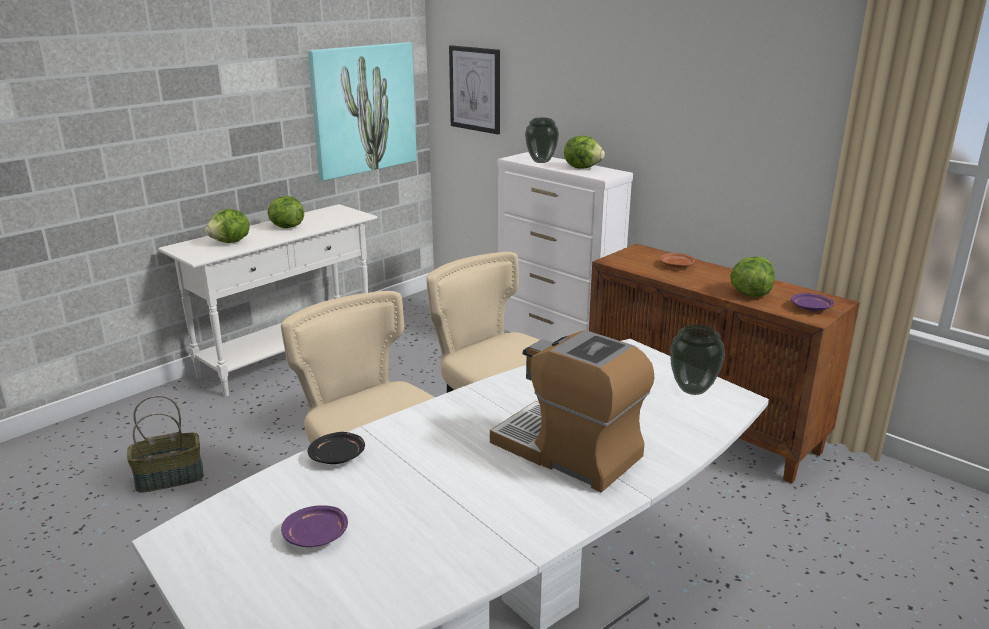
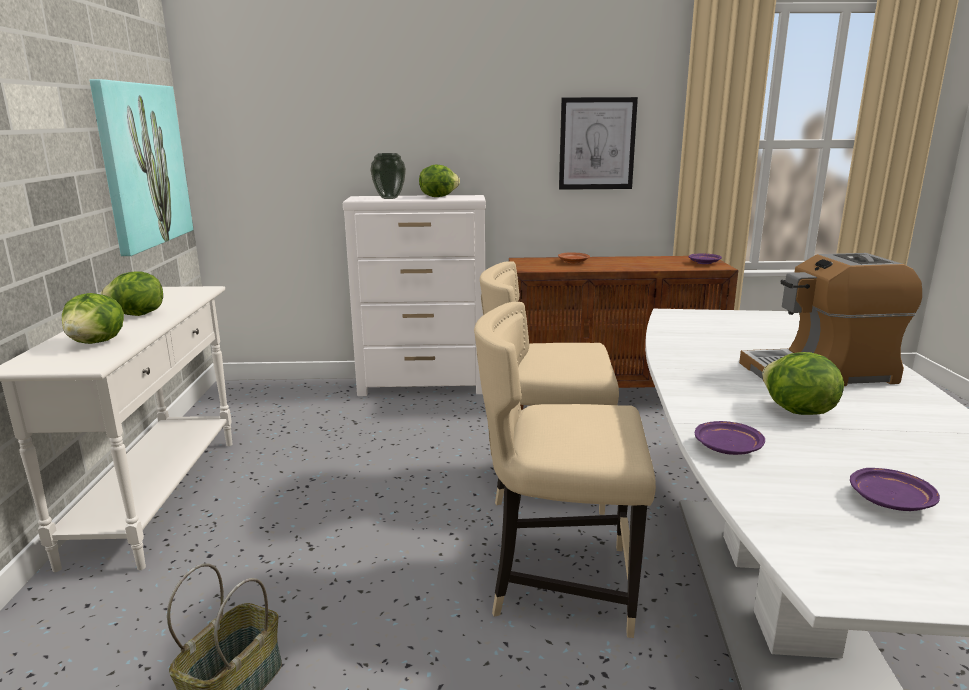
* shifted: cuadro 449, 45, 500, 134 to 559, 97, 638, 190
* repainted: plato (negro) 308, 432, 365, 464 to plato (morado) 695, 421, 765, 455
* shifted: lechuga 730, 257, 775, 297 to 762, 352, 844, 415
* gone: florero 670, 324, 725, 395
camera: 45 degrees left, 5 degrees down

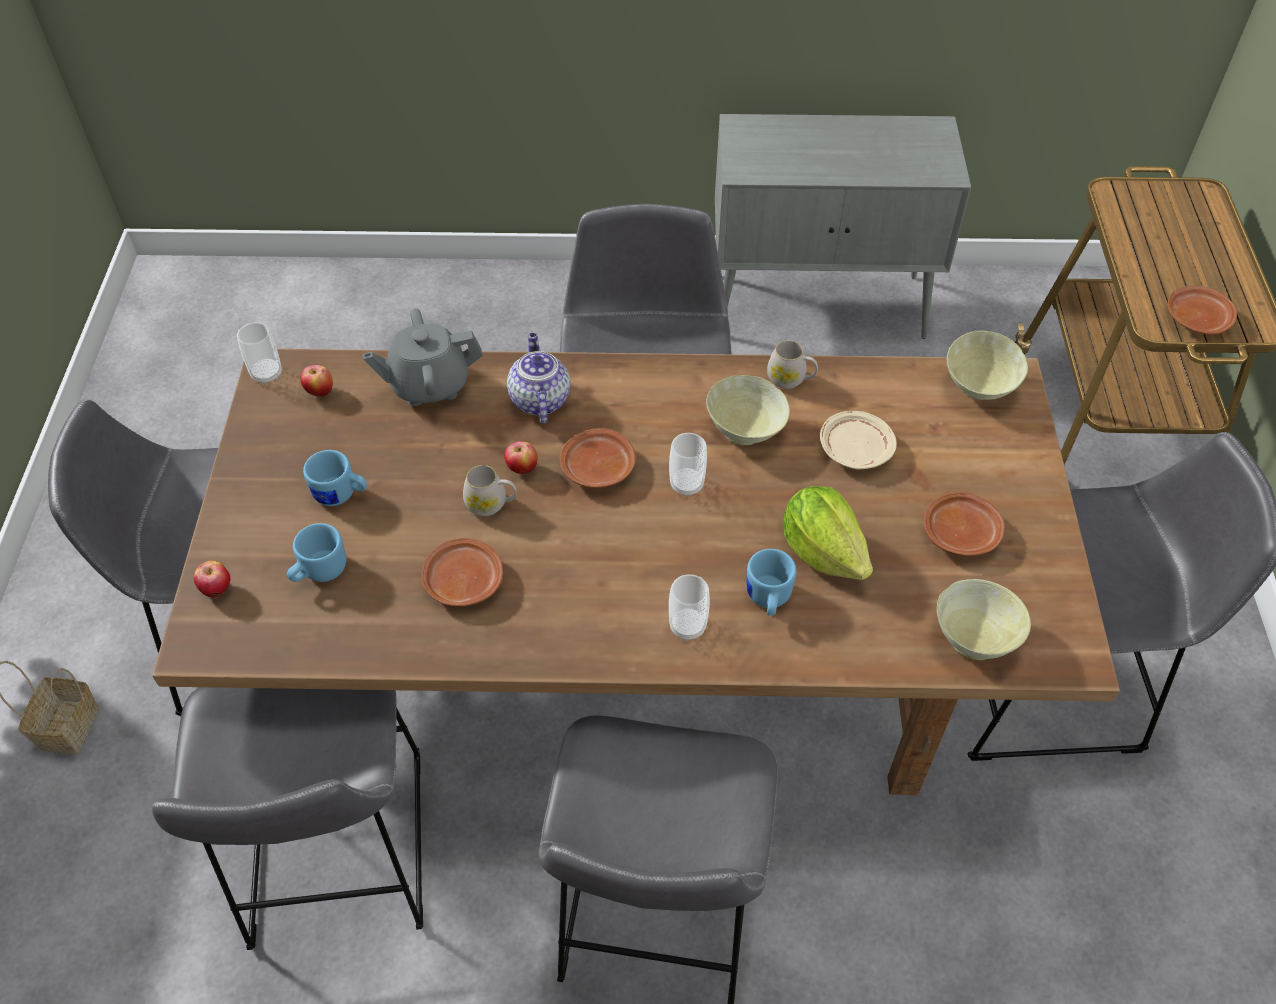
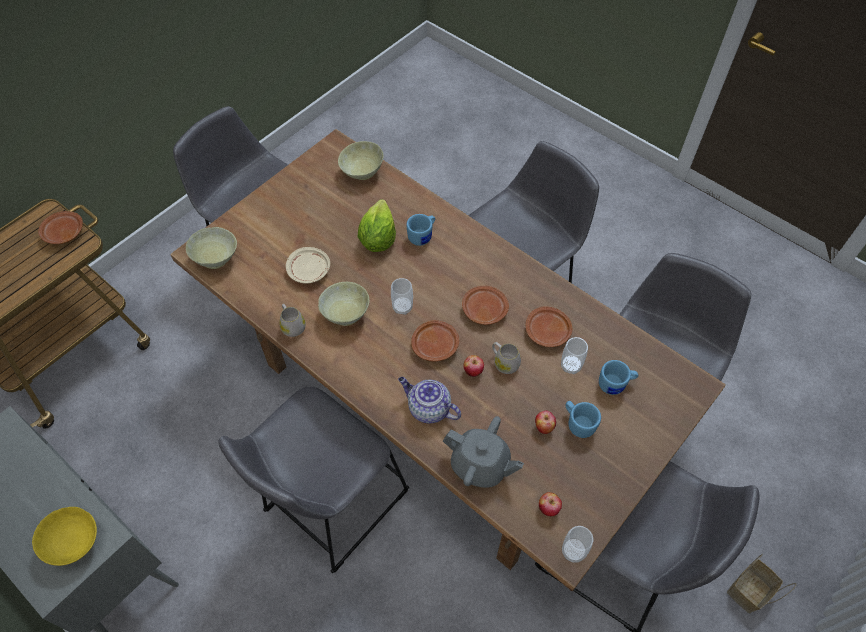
* new: cuenco (amarillo) 32, 507, 97, 566
* rotated: tetera 507, 333, 571, 424 = 398, 377, 461, 424 90 degrees clockwise
* shifted: plato (marrón) 924, 492, 1005, 556 to 462, 286, 509, 325
* shifted: manzana 194, 561, 230, 598 to 535, 411, 556, 434
* shifted: taza 669, 574, 710, 641 to 561, 337, 588, 374
camera: 140 degrees left, 5 degrees up

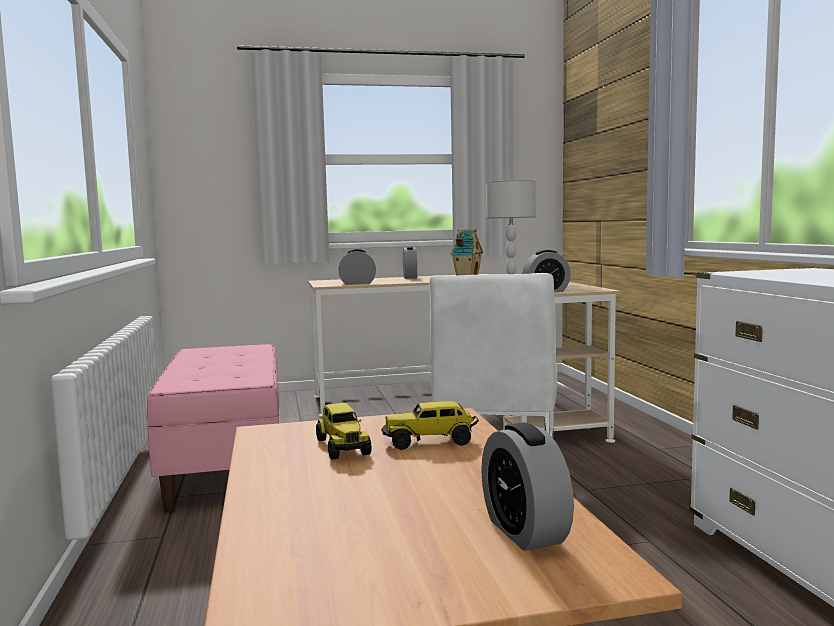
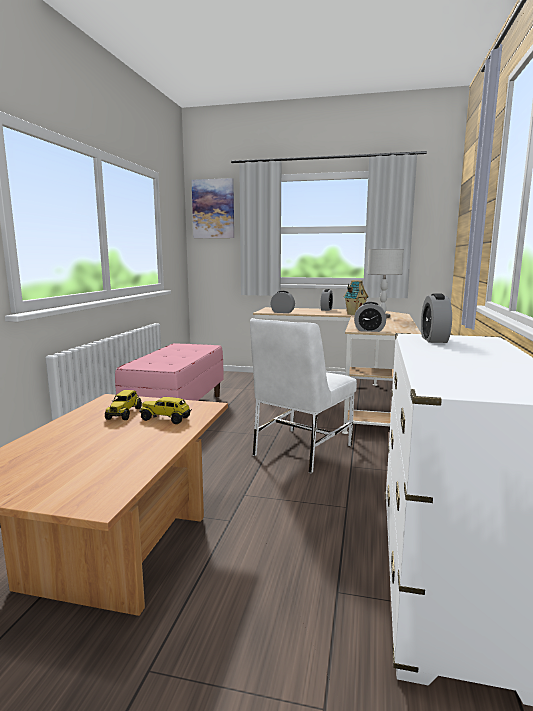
* new: cuadro 192, 178, 234, 238
* shifted: despertador 481, 422, 574, 551 to 421, 293, 452, 343
camera: 25 degrees right, 5 degrees up

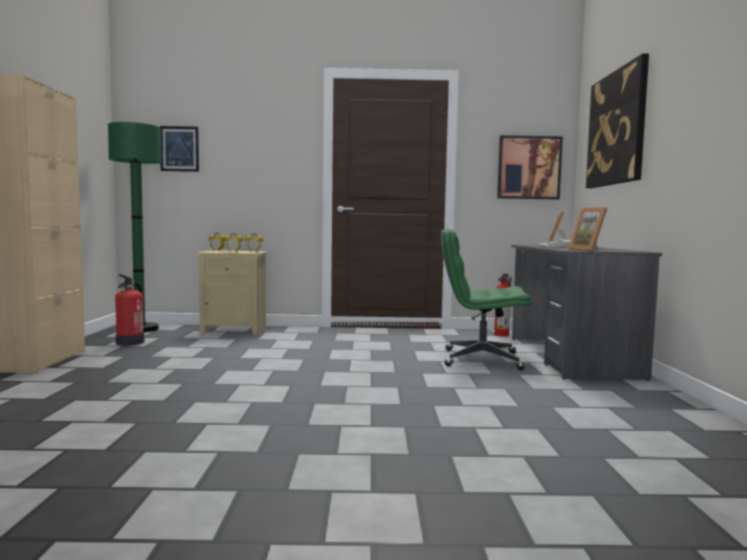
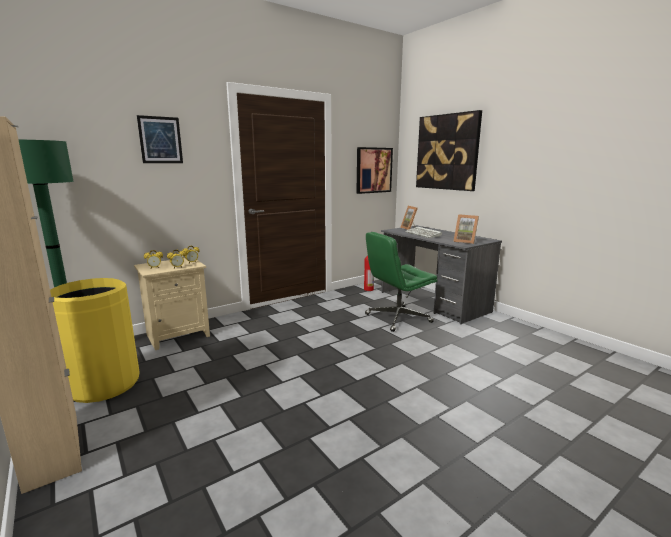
* swapped: extintor 115, 274, 145, 346 to papelera (amarillo) 50, 278, 140, 403
* shifted: cuadro 160, 126, 199, 172 to 137, 115, 183, 163
camera: 35 degrees left, 10 degrees up

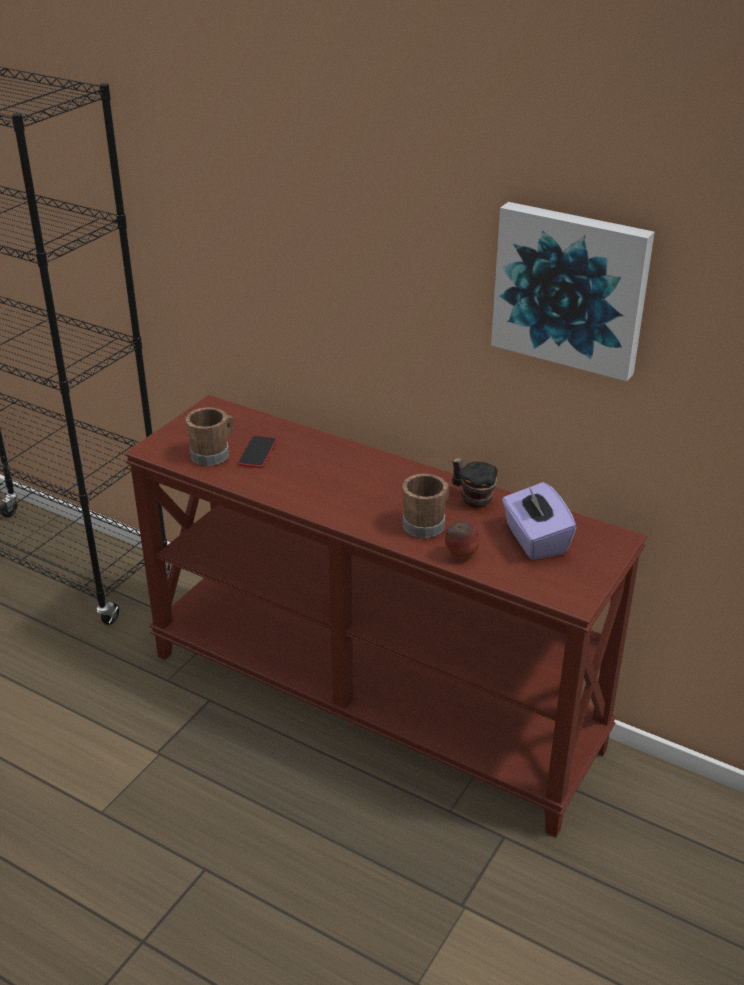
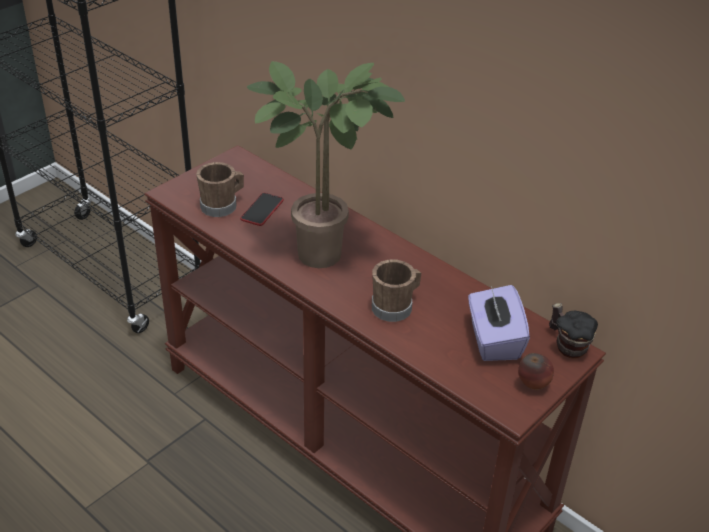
* new: planta en maceta 247, 61, 405, 268
* shifted: manzana 445, 521, 480, 558 to 518, 353, 554, 389
* shifted: taza grande 452, 458, 498, 508 to 549, 303, 598, 359
* gone: cuadro 491, 202, 655, 381
camera: 10 degrees right, 5 degrees up

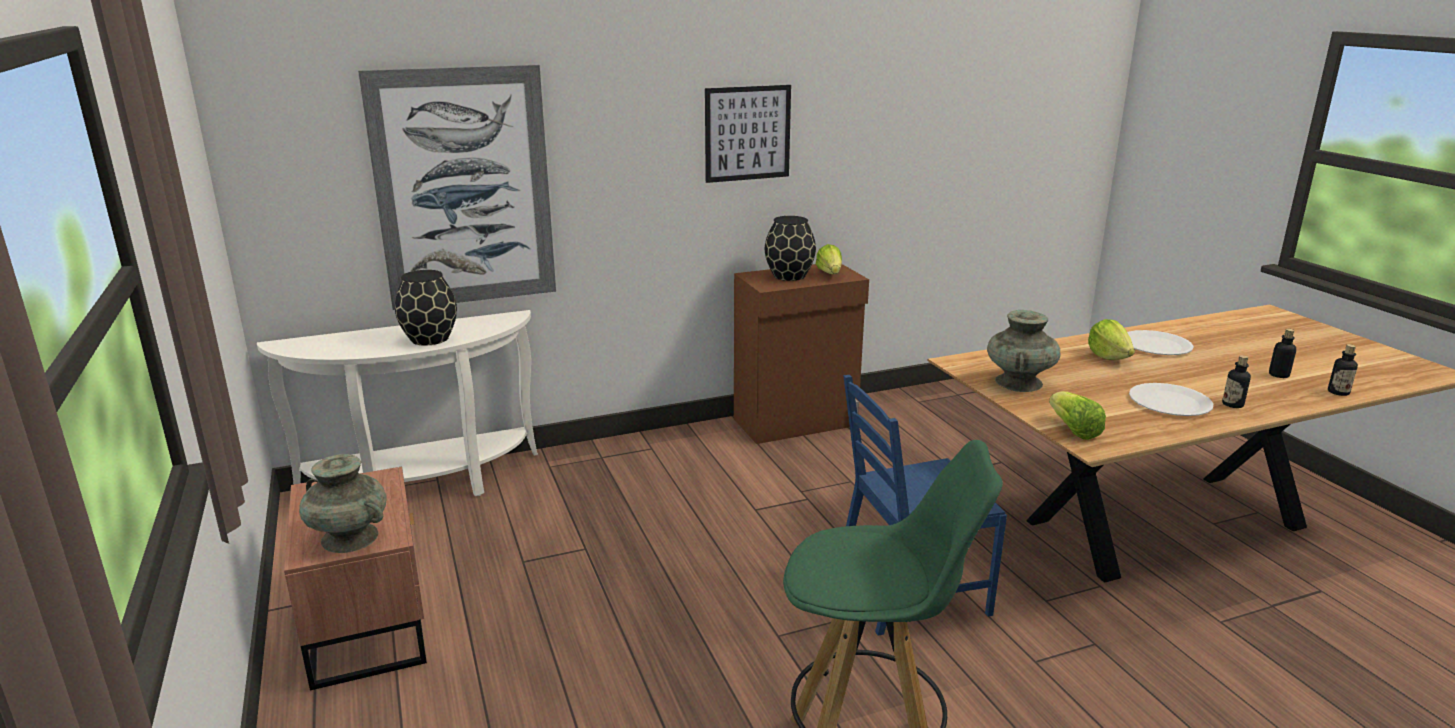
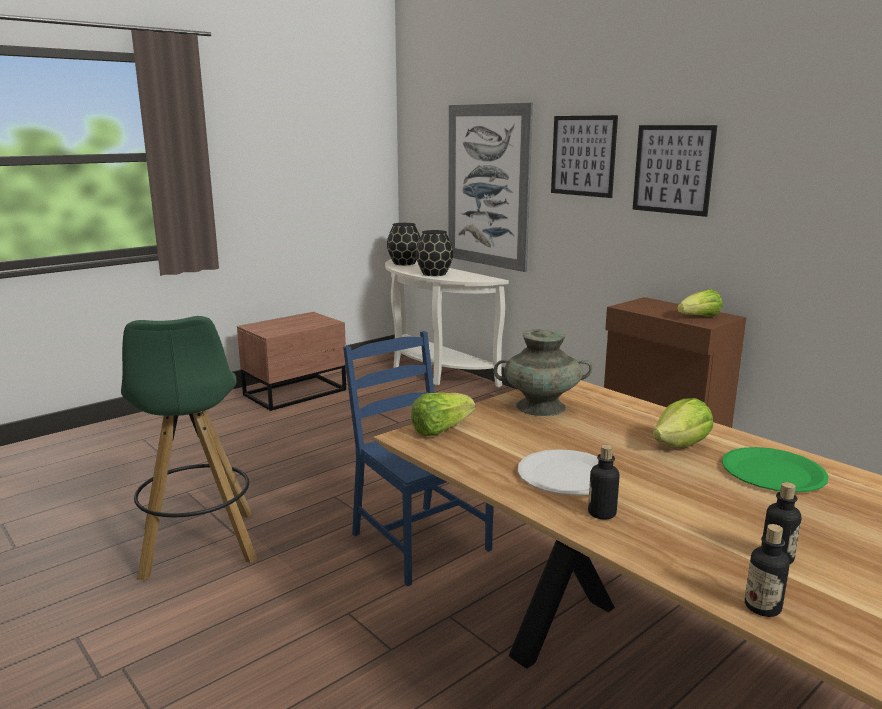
* shifted: florero (negro) 765, 216, 816, 281 to 387, 223, 420, 265
* new: cuadro 551, 115, 618, 198
* repainted: plato (blanco) 1127, 330, 1194, 355 to plato (verde) 722, 447, 829, 492
* gone: florero (turquesa) 299, 454, 386, 553
camera: 70 degrees right, 5 degrees down

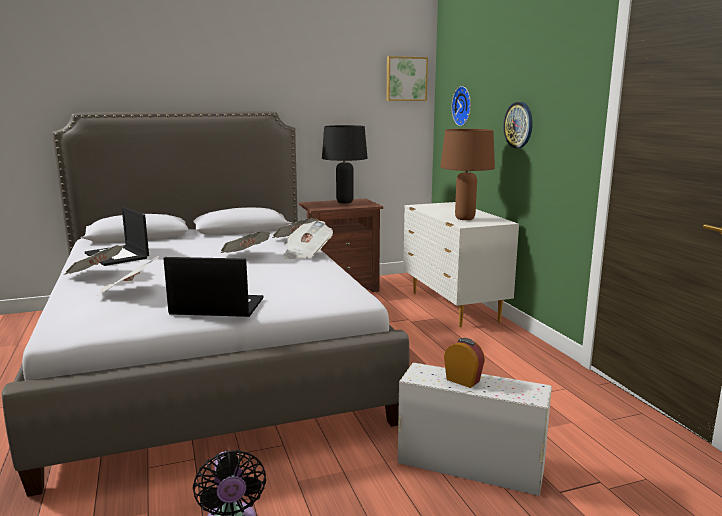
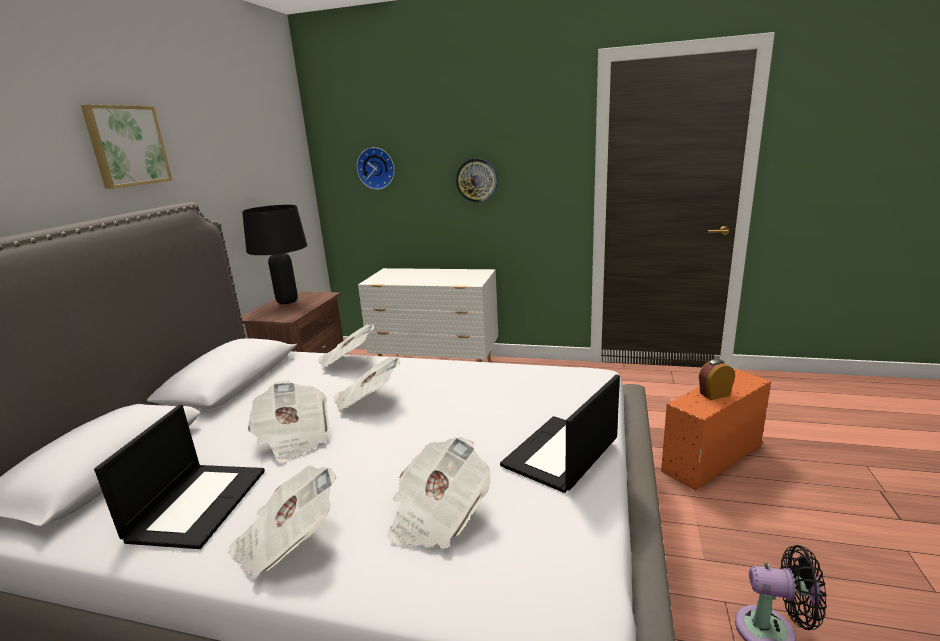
* shifted: cuadro 386, 56, 428, 101 to 81, 104, 172, 189
* rotated: portátil 85, 207, 149, 266 = 94, 405, 265, 549 75 degrees counterclockwise
* shifted: periódico 283, 221, 333, 259 to 248, 381, 329, 463
* repainted: caja de almacenaje (blanco) 398, 363, 552, 496 to caja de almacenaje (naranja) 661, 369, 771, 491
* gone: lámpara de mesa (marrón) 440, 129, 495, 220
camera: 55 degrees left, 5 degrees up

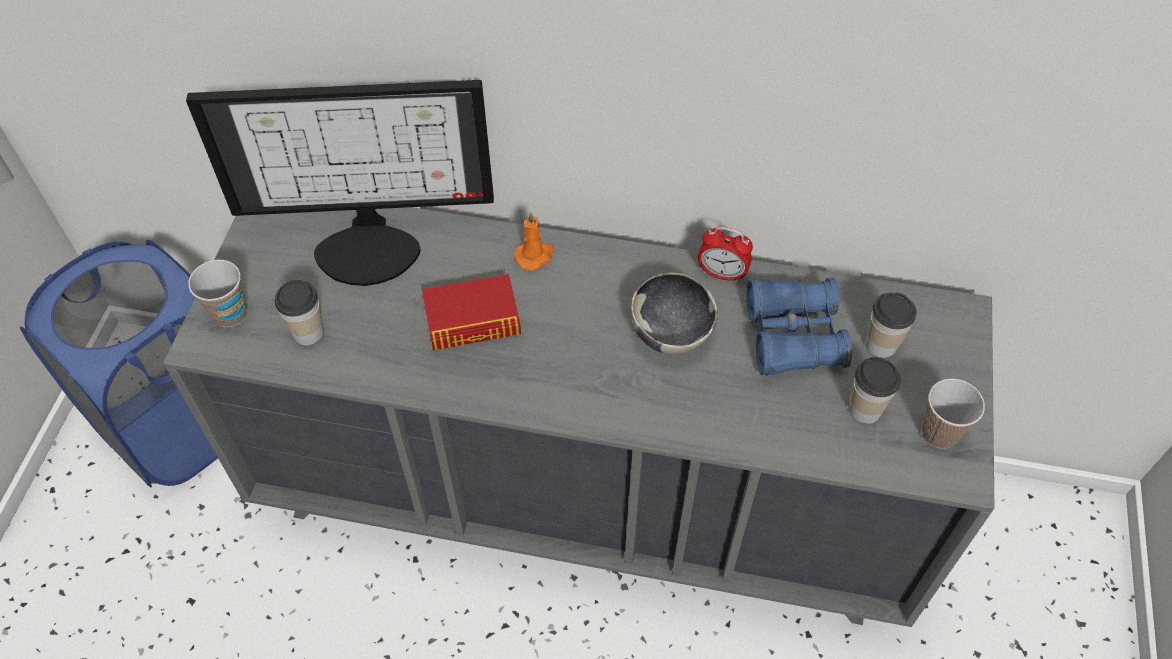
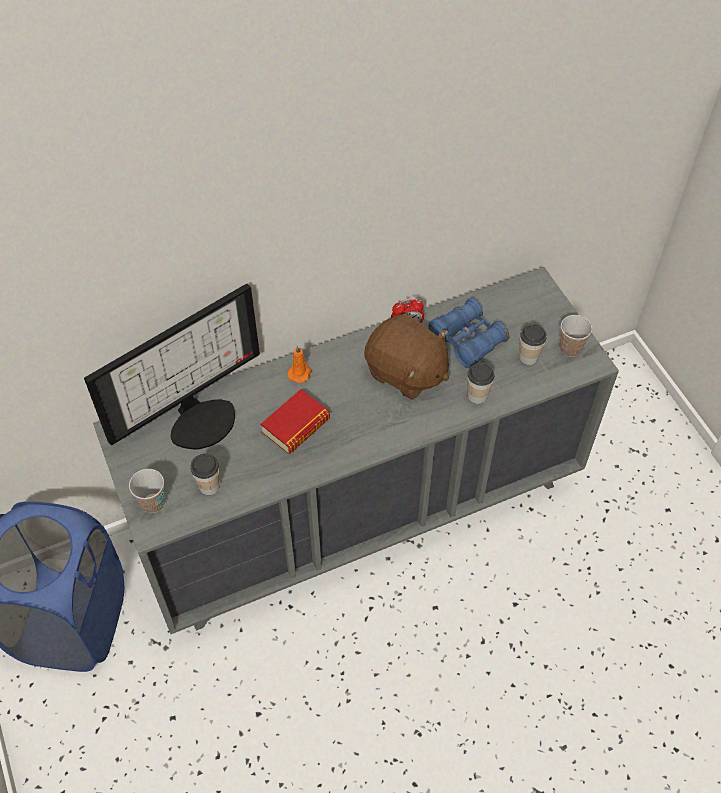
* swapped: cuenco 631, 273, 718, 354 to peluche (marrón) 364, 314, 449, 400
* shifted: taza 865, 293, 917, 358 to 468, 363, 494, 404
camera: 35 degrees left, 0 degrees up

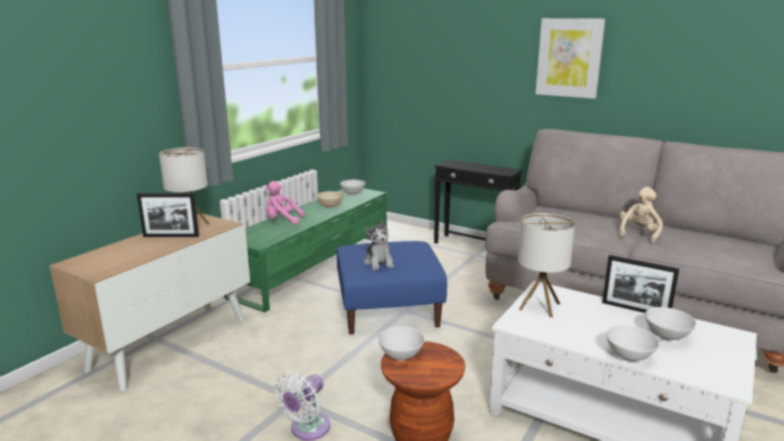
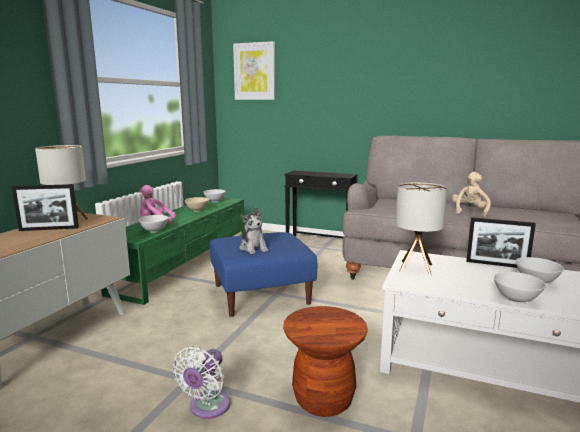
* shifted: cuenco (blanco) 378, 326, 425, 361 to 138, 215, 168, 233
* shifted: cuadro 536, 18, 605, 99 to 233, 41, 275, 100
camera: 10 degrees left, 5 degrees down

